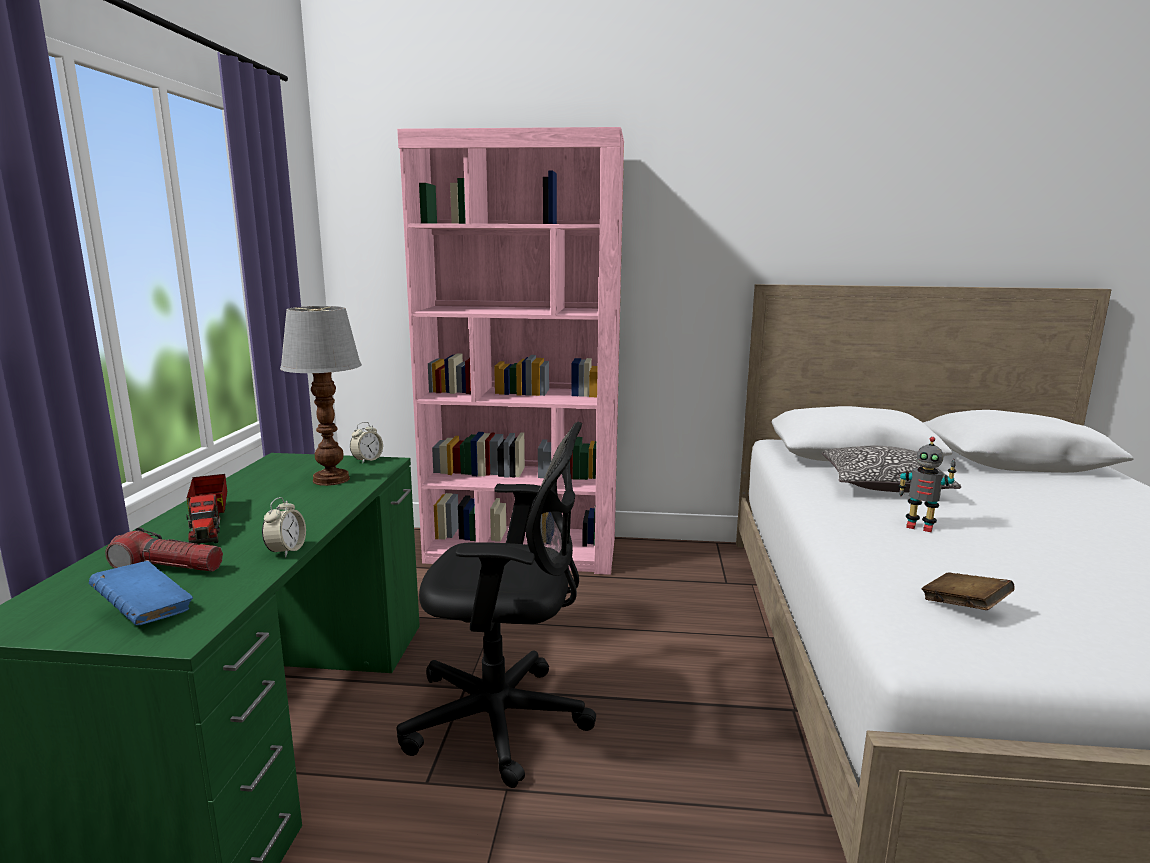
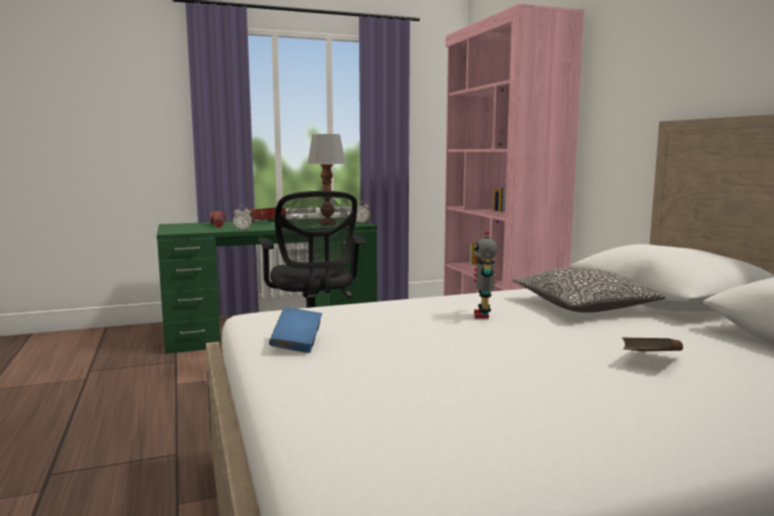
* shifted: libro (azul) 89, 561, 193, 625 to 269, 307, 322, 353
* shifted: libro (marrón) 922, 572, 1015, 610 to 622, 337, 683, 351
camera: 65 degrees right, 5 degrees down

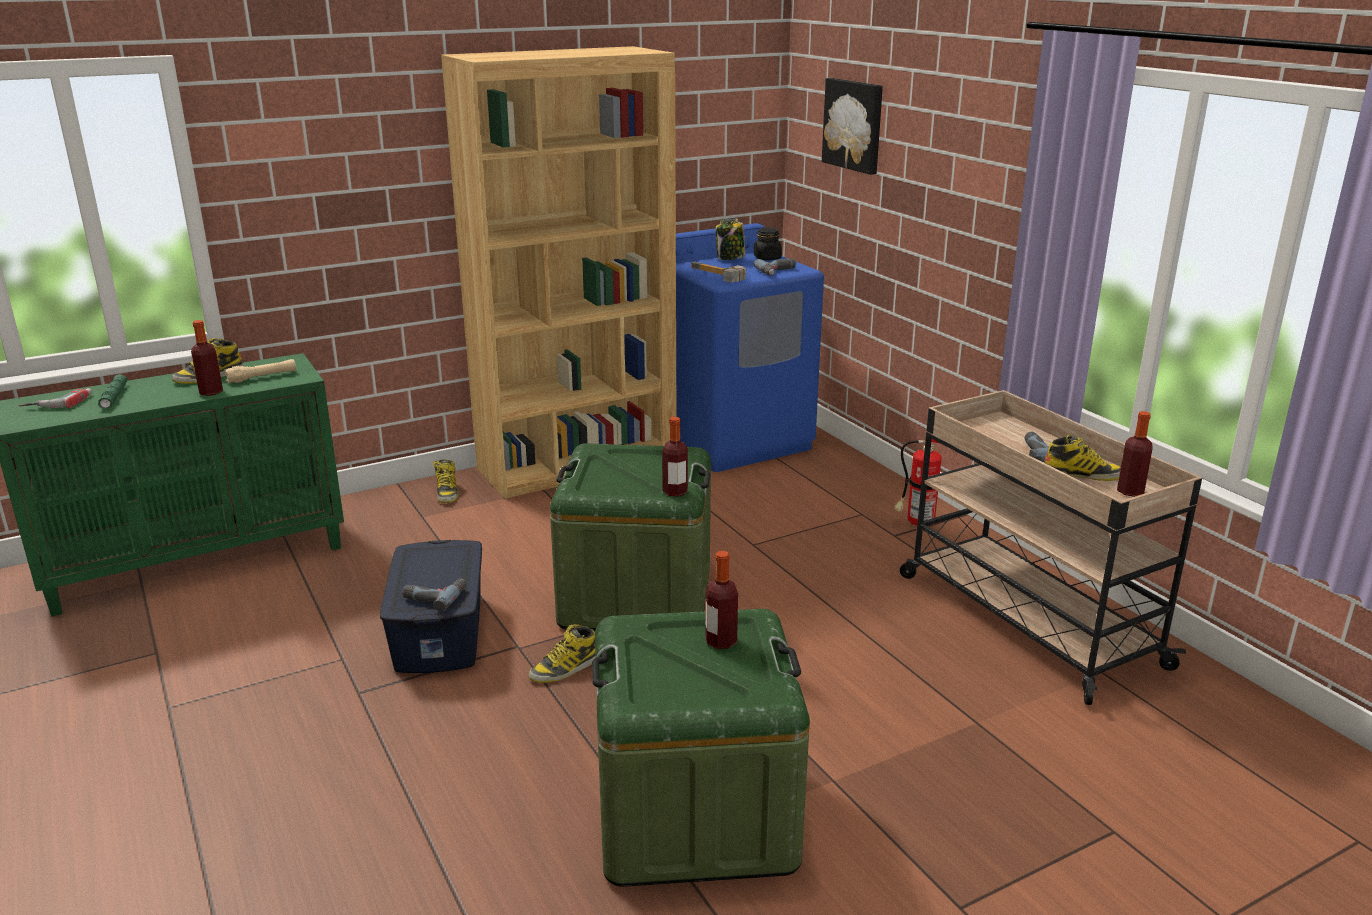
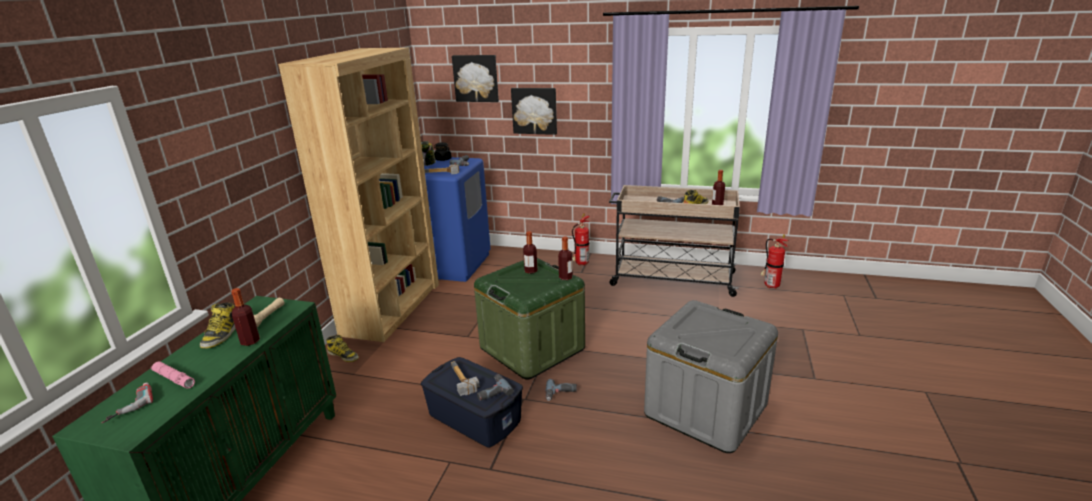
* repainted: linterna (verde) 98, 374, 127, 409 to linterna (rosa) 151, 361, 195, 389
* new: martillo 451, 361, 480, 396
* new: cuadro 511, 88, 557, 135
* shifted: botella 705, 551, 738, 649 to 523, 231, 538, 274
* swapped: bota 528, 624, 596, 683 to taladro 546, 379, 577, 401
* repainted: caja de almacenaje (verde) 592, 609, 810, 887 to caja de almacenaje (gris) 644, 300, 778, 453
* new: extintor 761, 235, 789, 289
camera: 45 degrees left, 0 degrees up

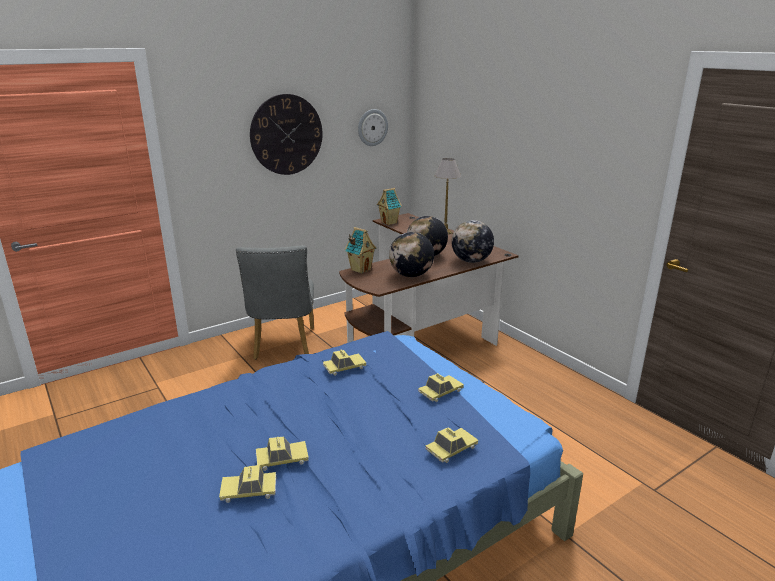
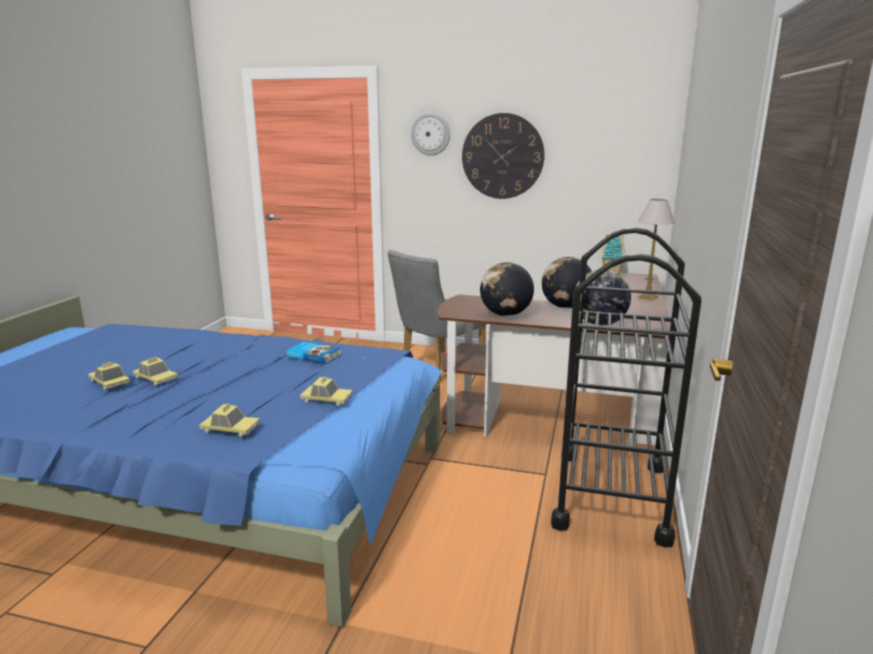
* swapped: coche de juguete 323, 349, 366, 376 to libro 286, 342, 342, 364
* shifted: reloj de pared 358, 109, 388, 146 to 411, 113, 450, 156
* new: carrito (negro) 551, 227, 702, 547
* gone: casita 345, 227, 376, 274
camera: 50 degrees right, 5 degrees down

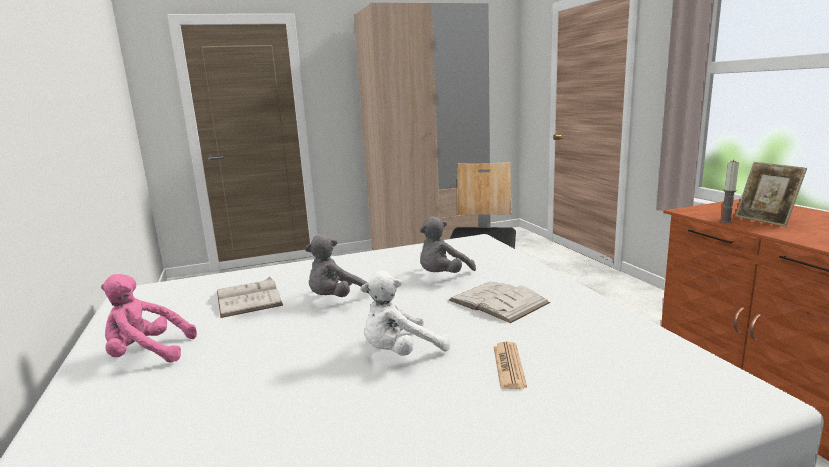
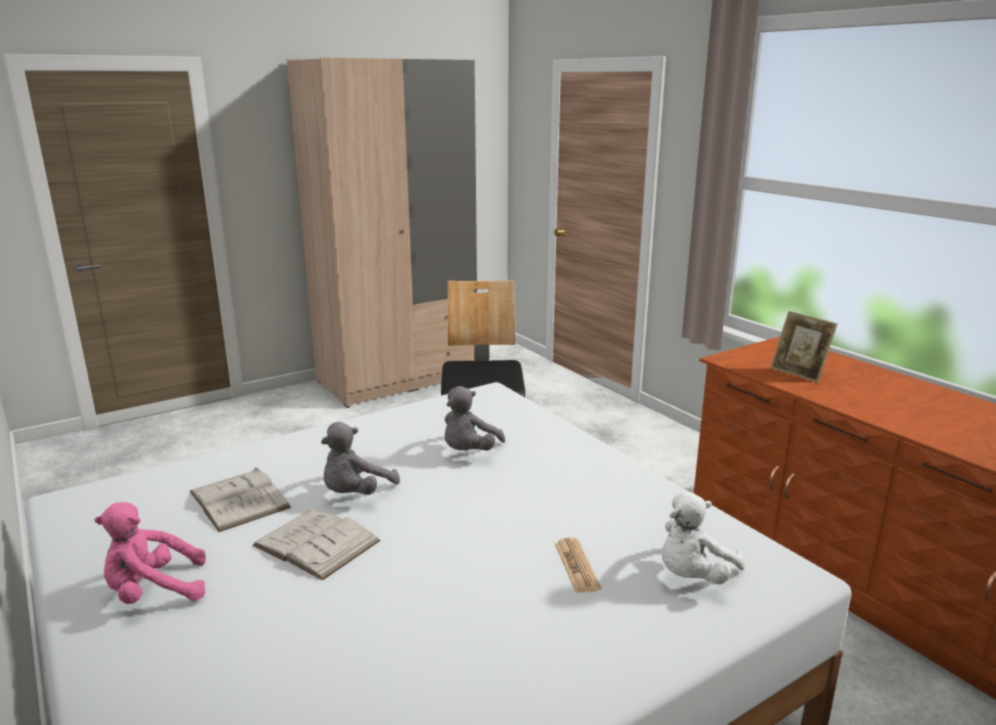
* shifted: libro (blanco) 449, 282, 550, 323 to 252, 509, 381, 581
* shifted: peluche (blanco) 361, 271, 450, 356 to 662, 492, 745, 584
* gone: vela 720, 159, 739, 223
camera: 15 degrees left, 5 degrees up

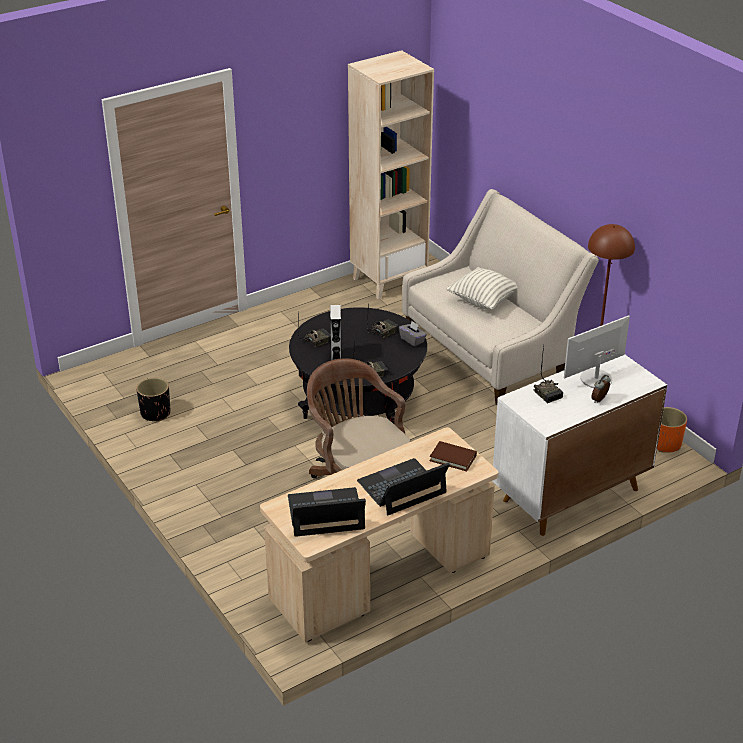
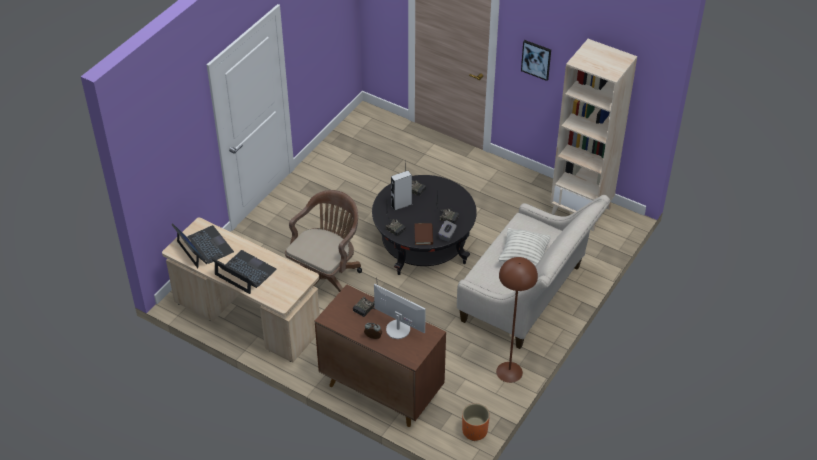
* repainted: armario (blanco) 492, 355, 667, 536 to armario (marrón) 315, 285, 446, 427
* shifted: libro (marrón) 430, 441, 477, 471 to 415, 223, 433, 245
* new: cuadro 521, 40, 551, 81
* gone: maceta (negro) 136, 378, 170, 422
camera: 65 degrees right, 10 degrees up

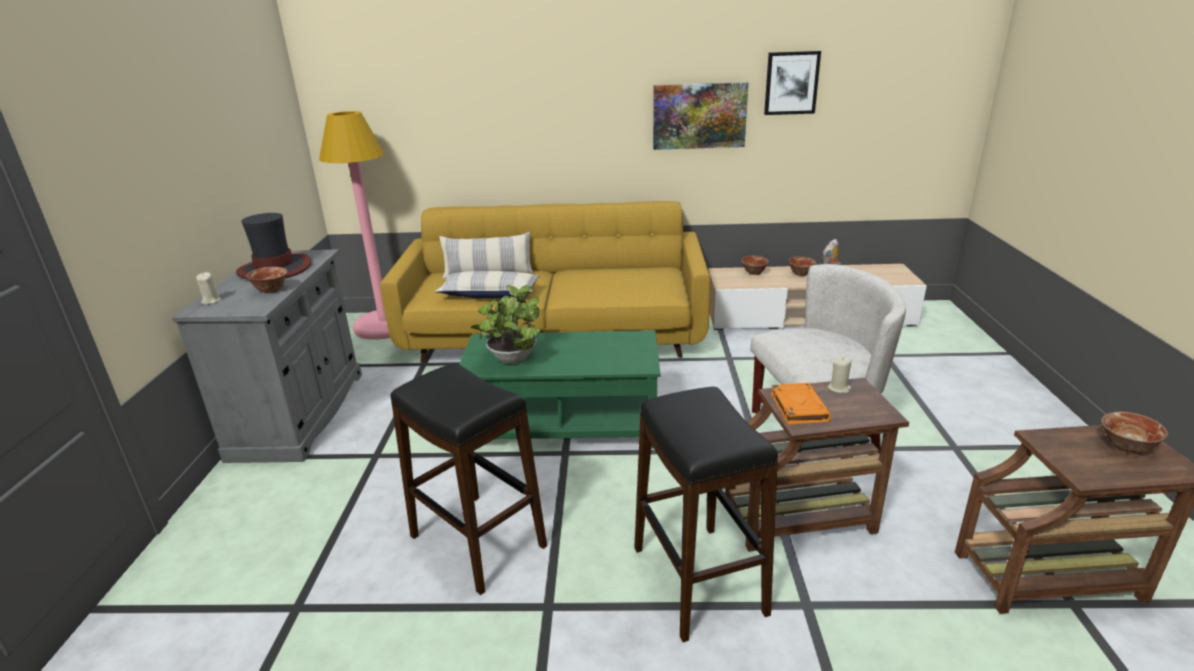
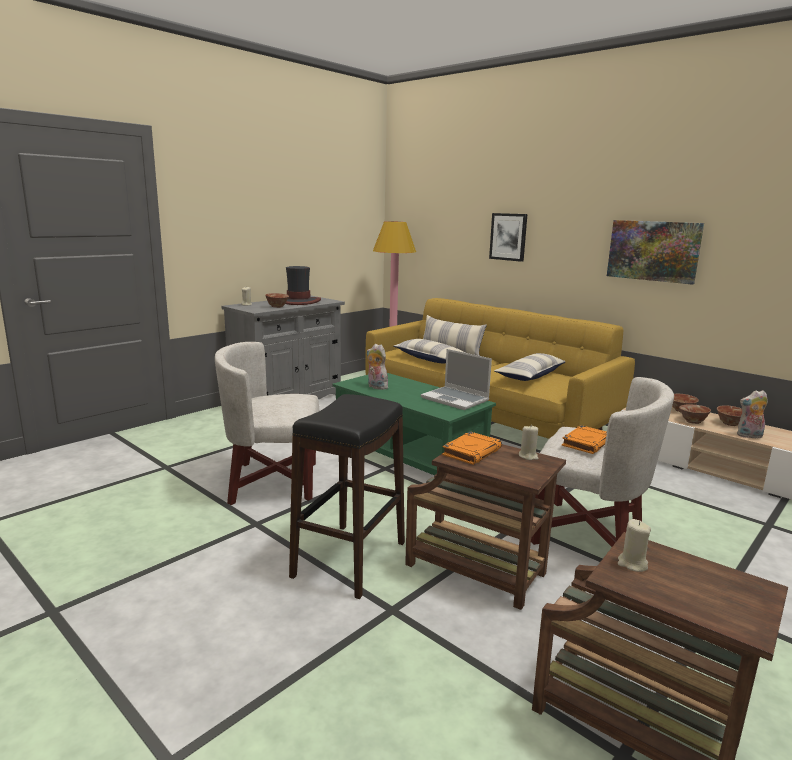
* swapped: taburete (negro) 390, 363, 547, 595 to sillón (blanco) 215, 342, 319, 505
* swapped: planta en maceta 471, 285, 540, 364 to peluche 366, 344, 391, 390
* new: portátil 421, 349, 492, 410
* shifted: cuadro 764, 51, 821, 115 to 489, 213, 527, 262
* new: cojín 494, 353, 565, 381
* new: libro (naranja) 562, 425, 607, 454
* new: vela (beis) 618, 519, 651, 572
* shifted: cuenco 1101, 412, 1168, 455 to 679, 404, 711, 424
camera: 40 degrees right, 10 degrees down

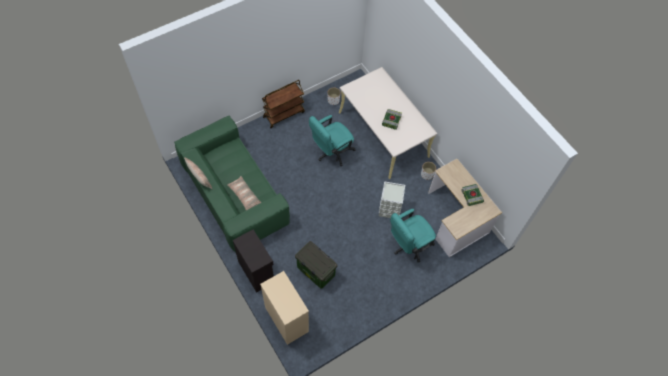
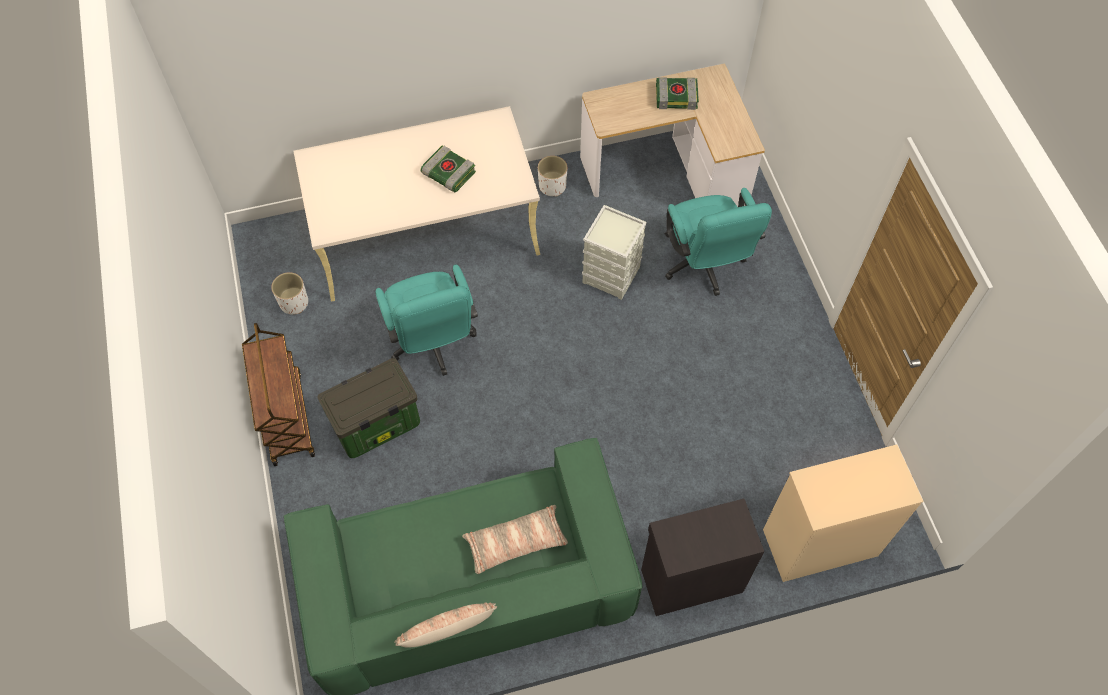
* shifted: caja de almacenaje 295, 241, 337, 289 to 318, 358, 420, 458
camera: 70 degrees left, 0 degrees up

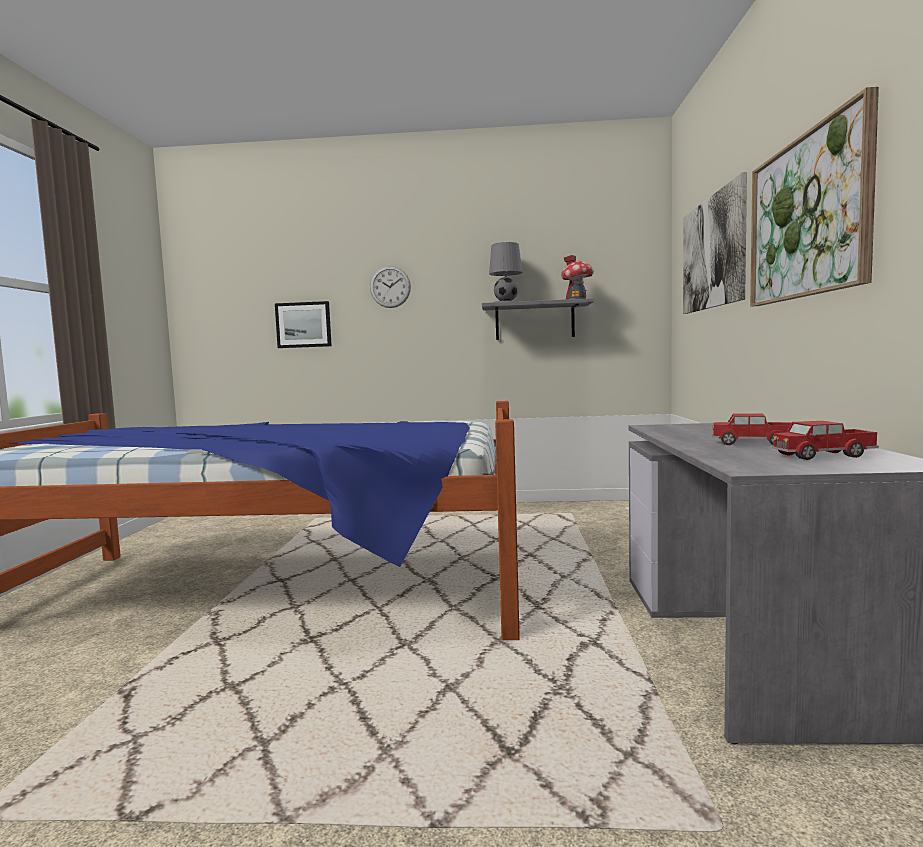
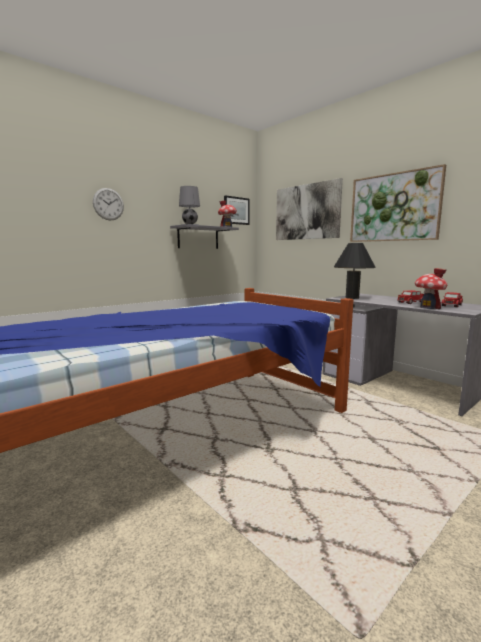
* shifted: cuadro 275, 301, 332, 348 to 224, 195, 250, 225
* new: lámpara de mesa (negro) 334, 243, 375, 299
* new: casita 415, 268, 447, 309
camera: 45 degrees left, 5 degrees up

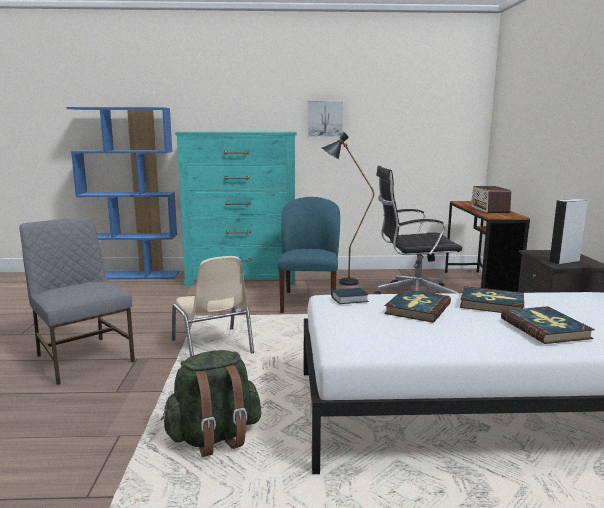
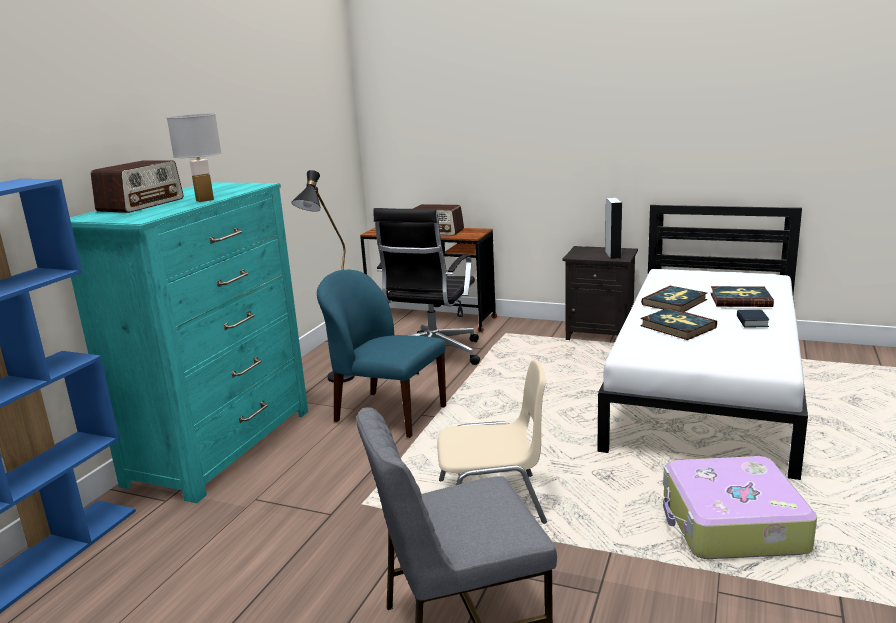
* new: radio 91, 160, 183, 213
* new: lámpara de mesa (blanco) 166, 113, 221, 202
* swapped: mochila (verde) 161, 350, 261, 457 to maleta 663, 456, 817, 559
* shifted: libro 331, 288, 369, 304 to 737, 310, 769, 328
* gone: cuadro 307, 101, 344, 137
camera: 65 degrees left, 5 degrees up

